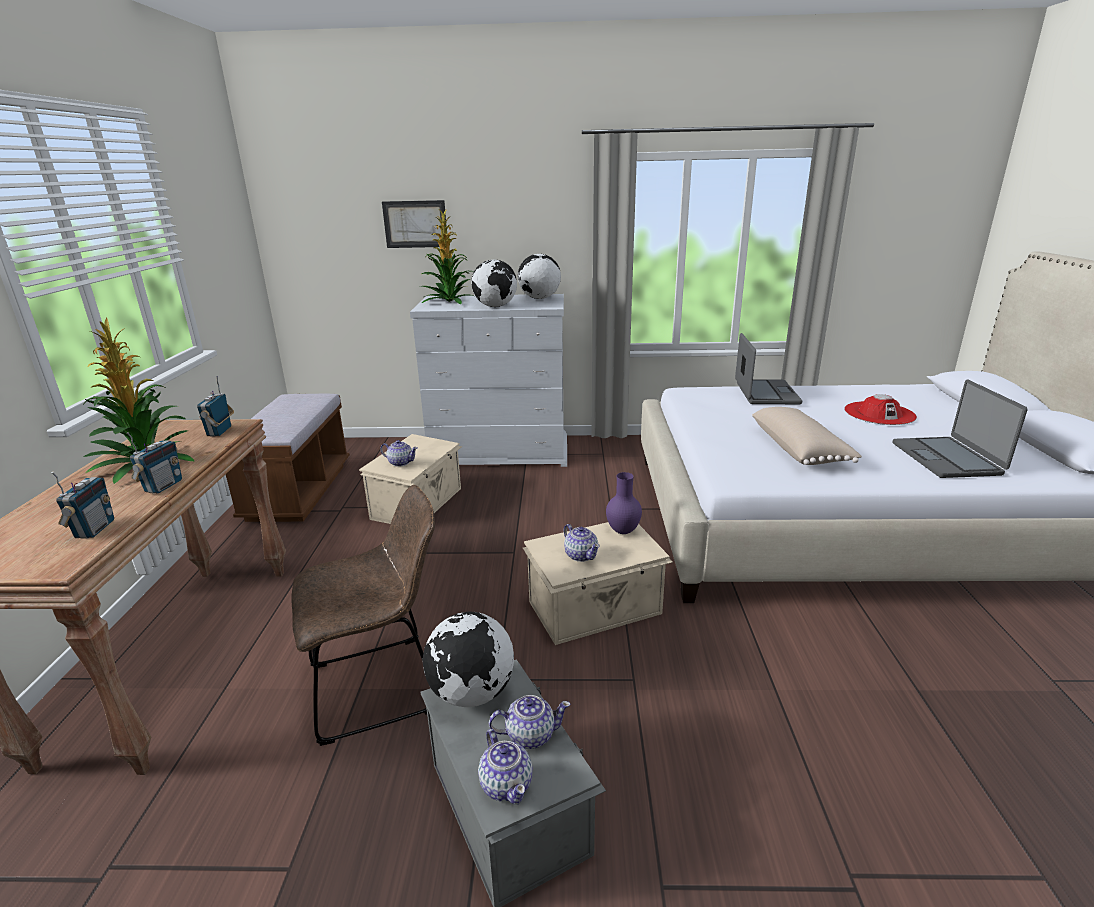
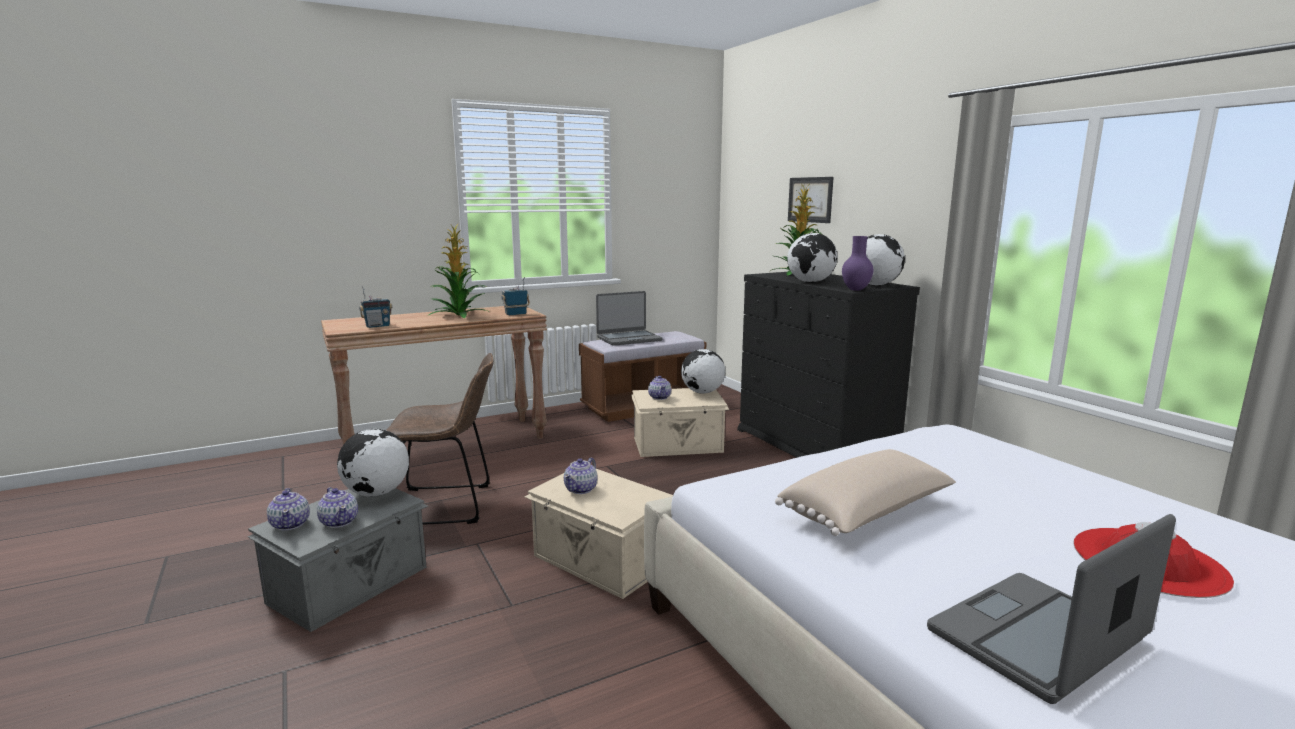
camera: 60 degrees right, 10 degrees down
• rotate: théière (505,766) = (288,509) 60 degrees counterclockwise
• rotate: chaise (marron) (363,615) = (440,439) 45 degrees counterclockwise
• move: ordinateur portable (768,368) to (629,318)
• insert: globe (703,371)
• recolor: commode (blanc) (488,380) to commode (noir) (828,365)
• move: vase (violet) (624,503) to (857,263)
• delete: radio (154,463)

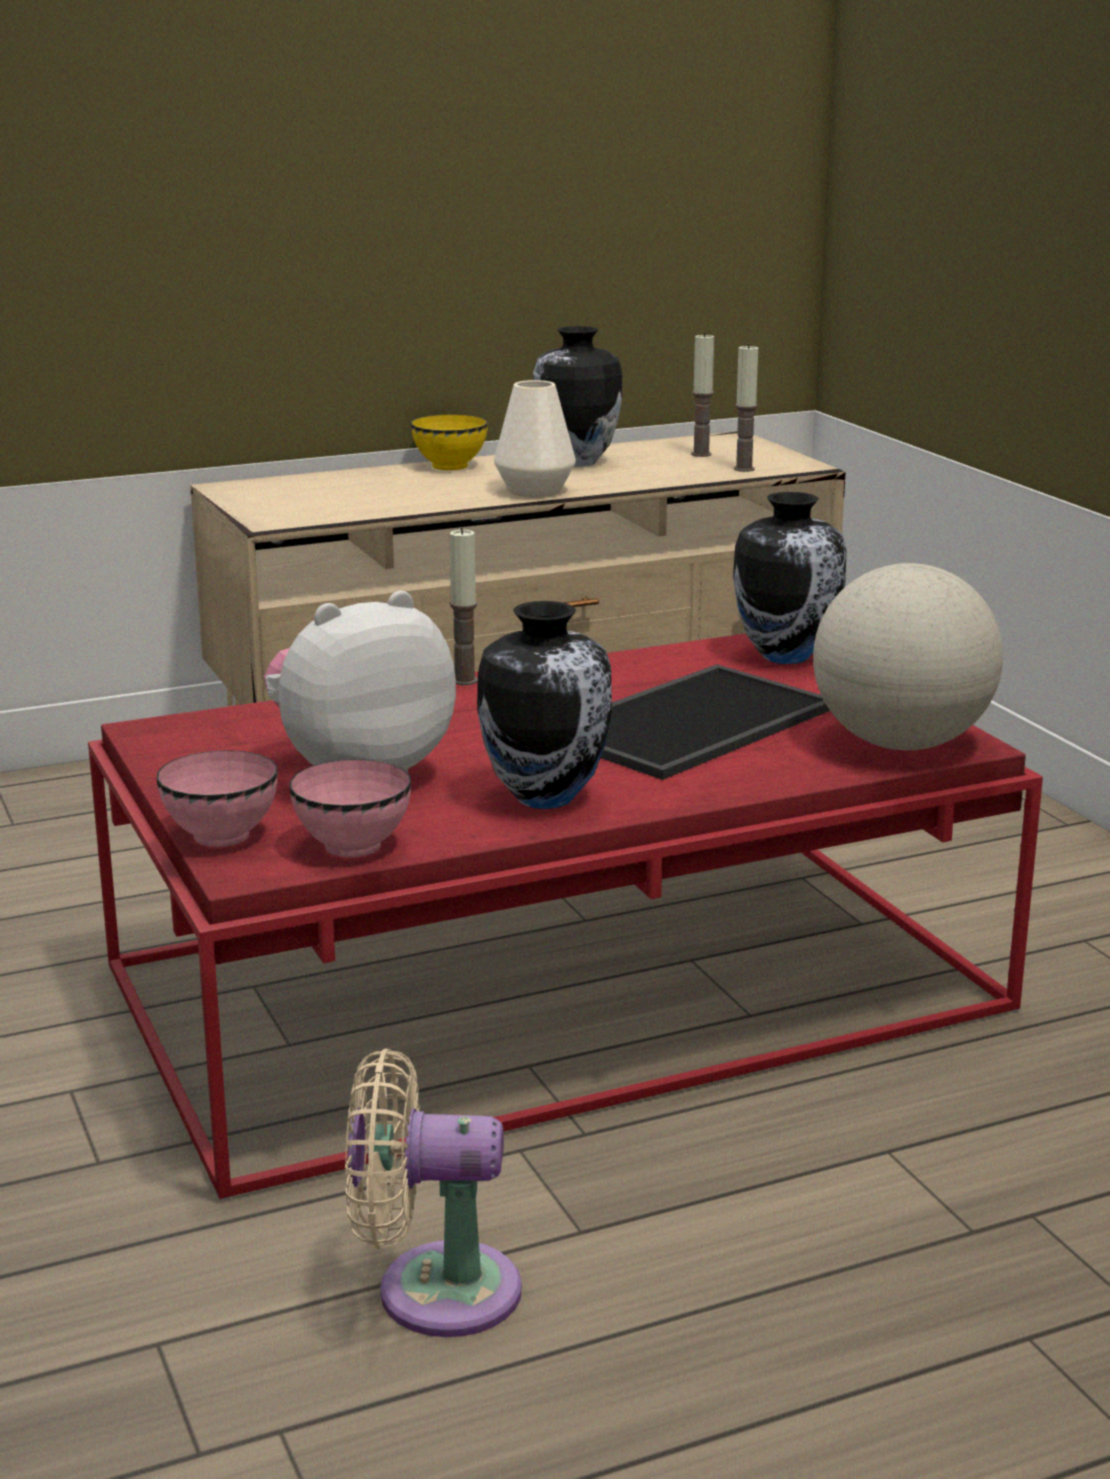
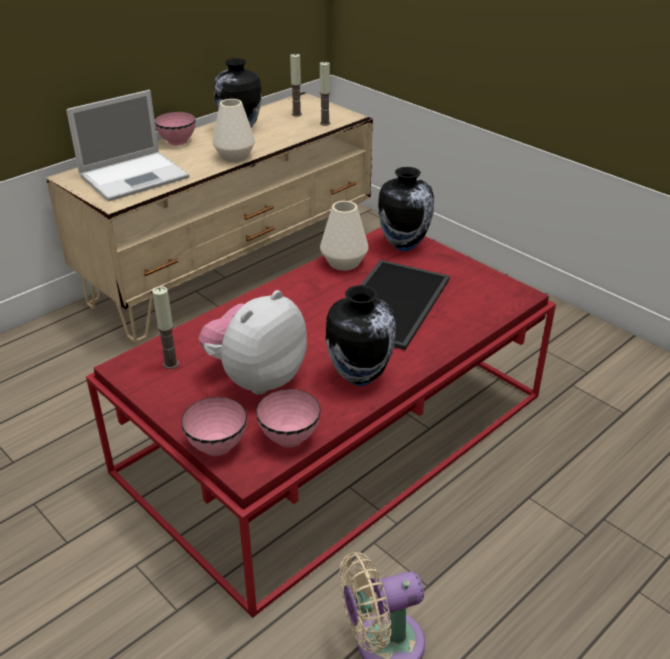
camera: 20 degrees left, 15 degrees up
• insert: ordinateur portable (127,146)
• move: bougie (463,606) to (165,327)
• recolor: bol (jaune) (449,442) to bol (rose) (175,128)
• insert: vase (blanc) (344,236)
• delete: globe (908,656)

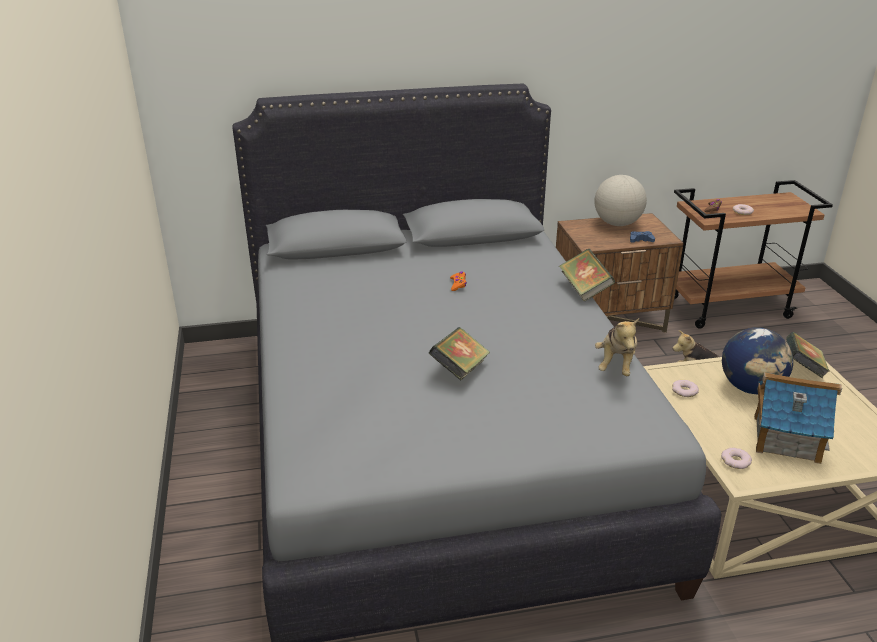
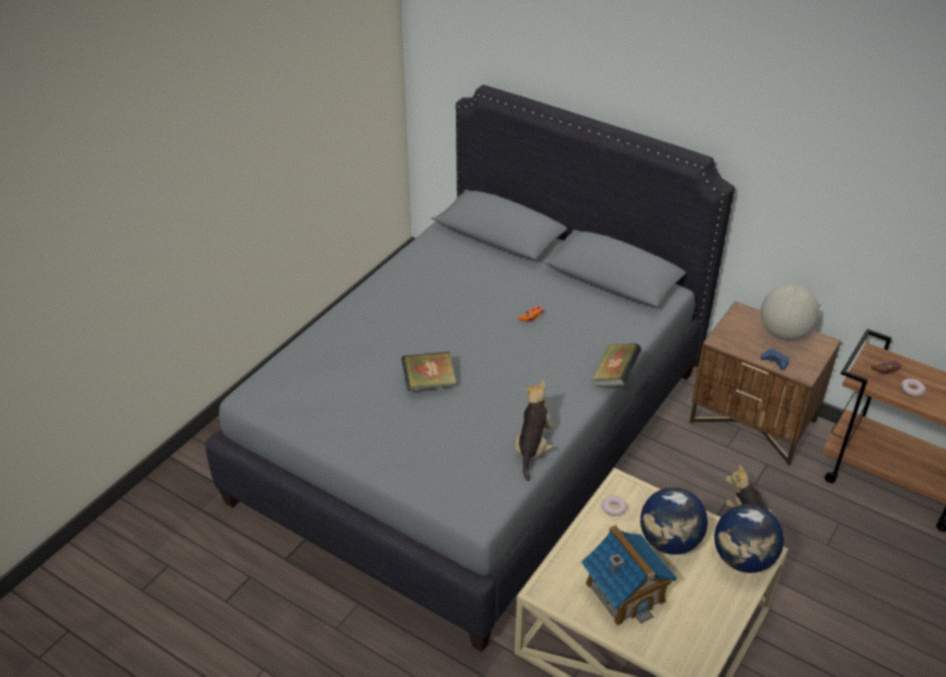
camera: 45 degrees right, 10 degrees up
• rotate: peluche (617,346) = (534,430) 135 degrees clockwise
• replace: livre (808,355) to globe (749,538)
• delete: beignet (736,458)

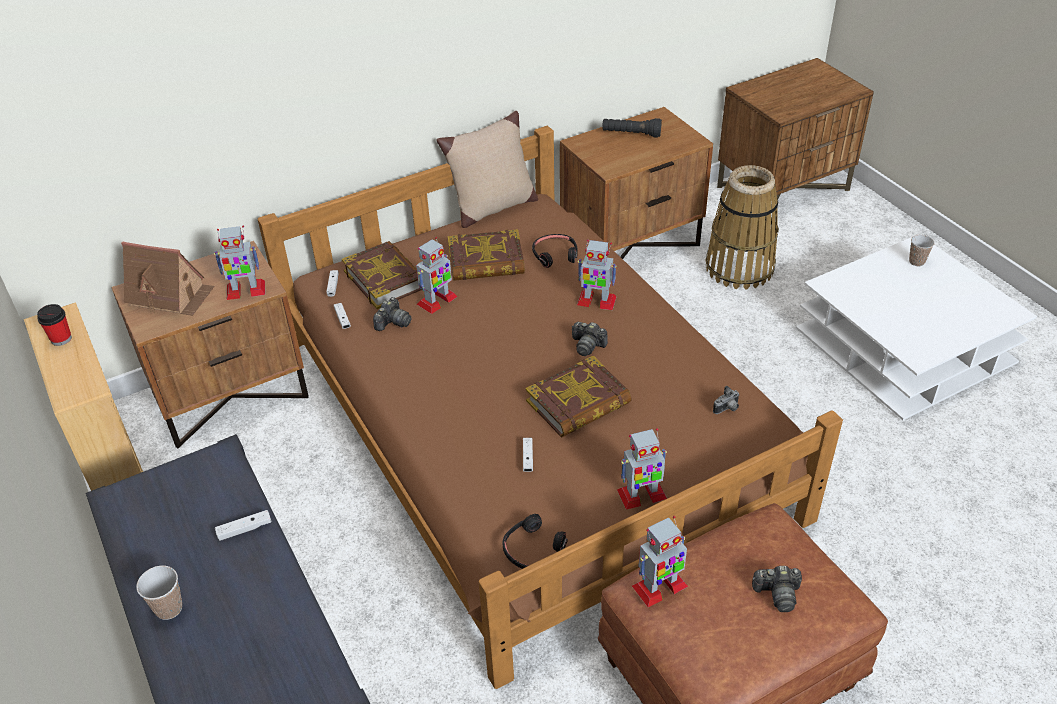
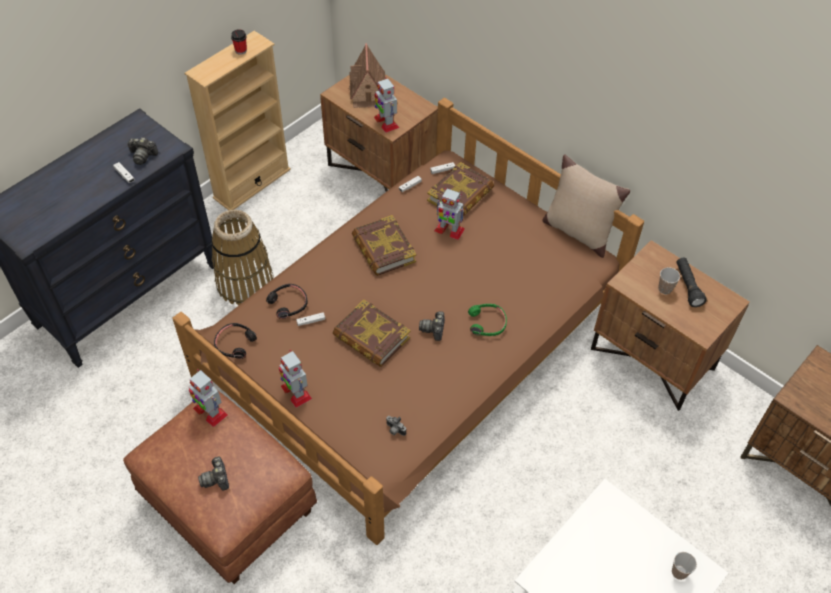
camera: 70 degrees right, 10 degrees up
• move: appareil photo (392,314) to (143,151)
• move: panier (742,227) to (242,258)
• move: casque audio (noir) (555,251) to (286,301)
• move: livre (486,255) to (384,245)
• replace: robot jouet (597,274) to casque audio (vert) (487,320)
• move: tasse (159,593) to (669,280)

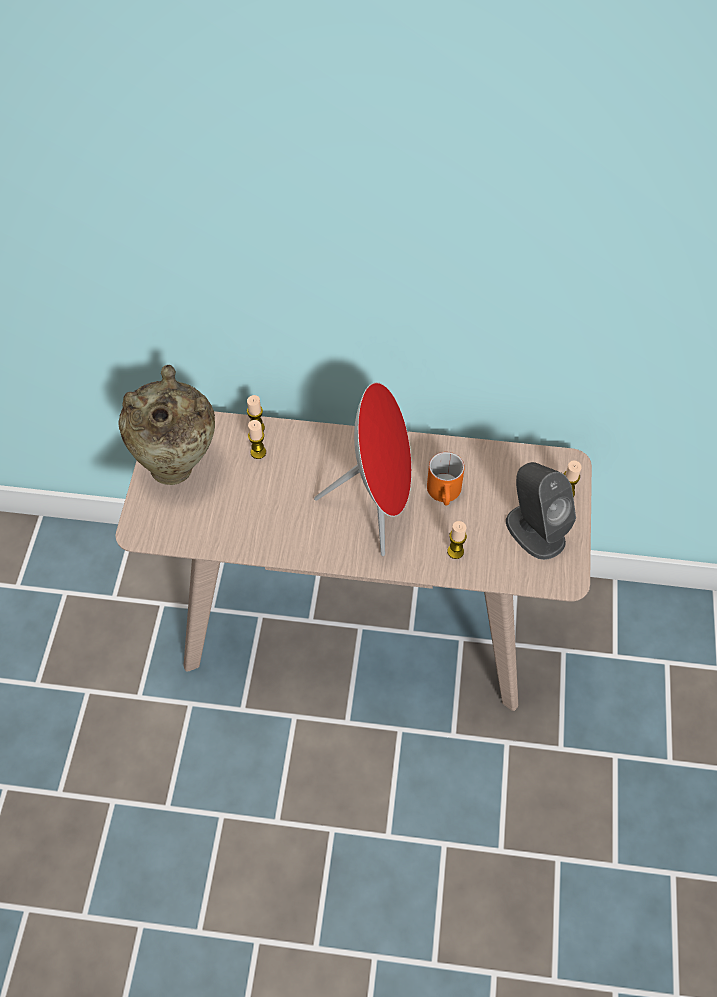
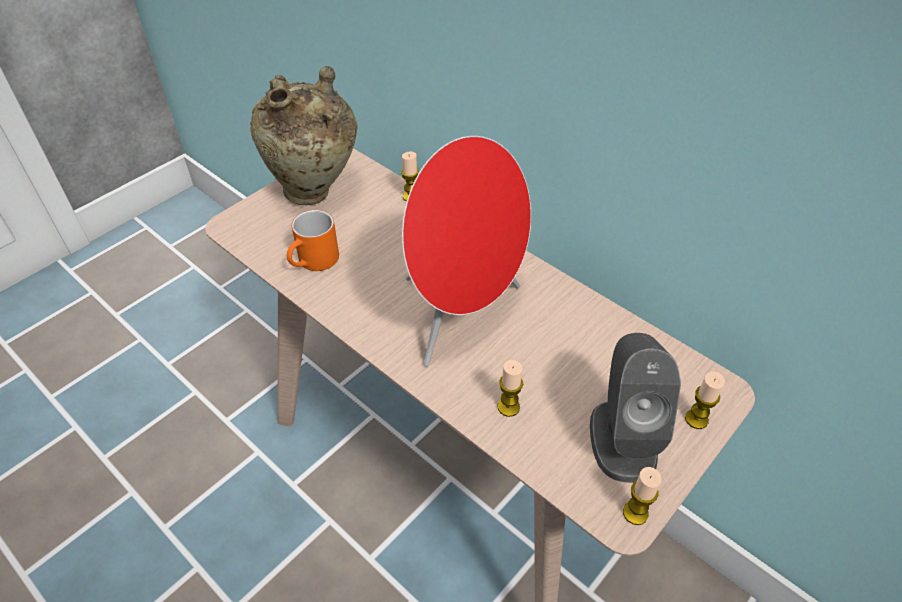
camera: 35 degrees right, 10 degrees down
• move: mug (orange) (446,478) to (313,240)
• move: bougie (257,439) to (642,496)

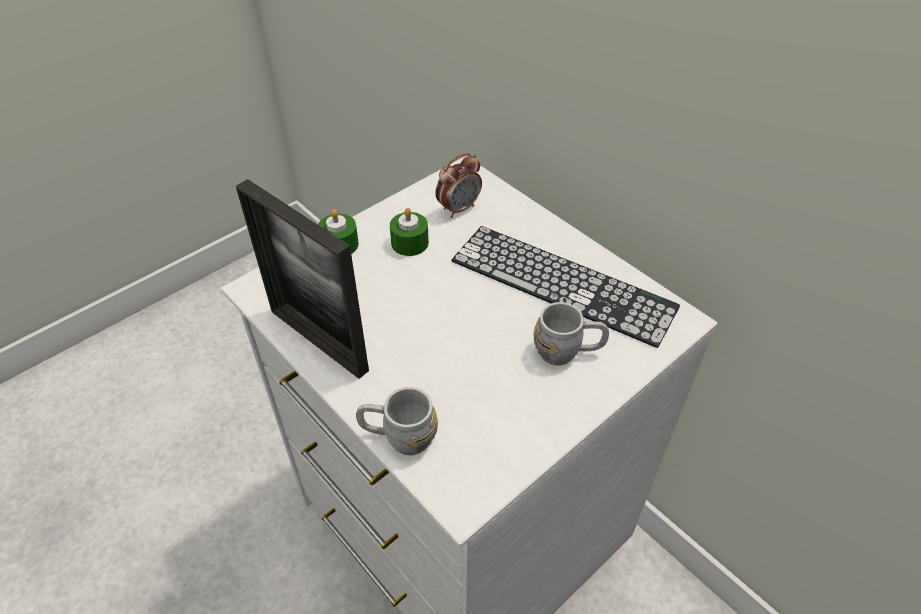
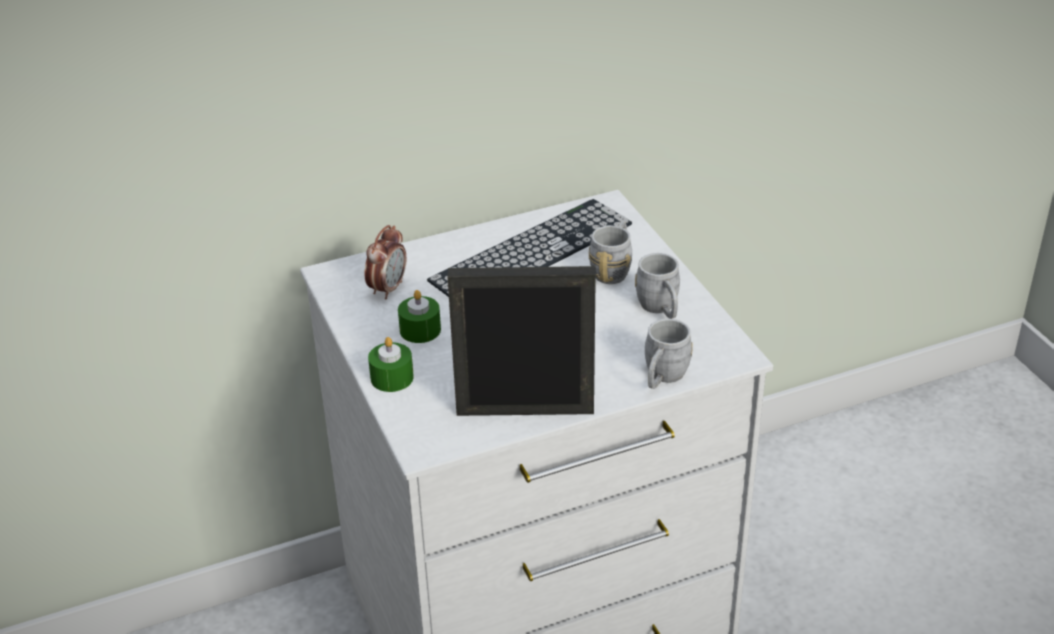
camera: 70 degrees left, 10 degrees down
• rotate: réveil (458,185) = (386,262) 45 degrees clockwise
• rotate: cadre photo (302,279) = (521,341) 150 degrees counterclockwise
• insert: mug (gris) (657,286)

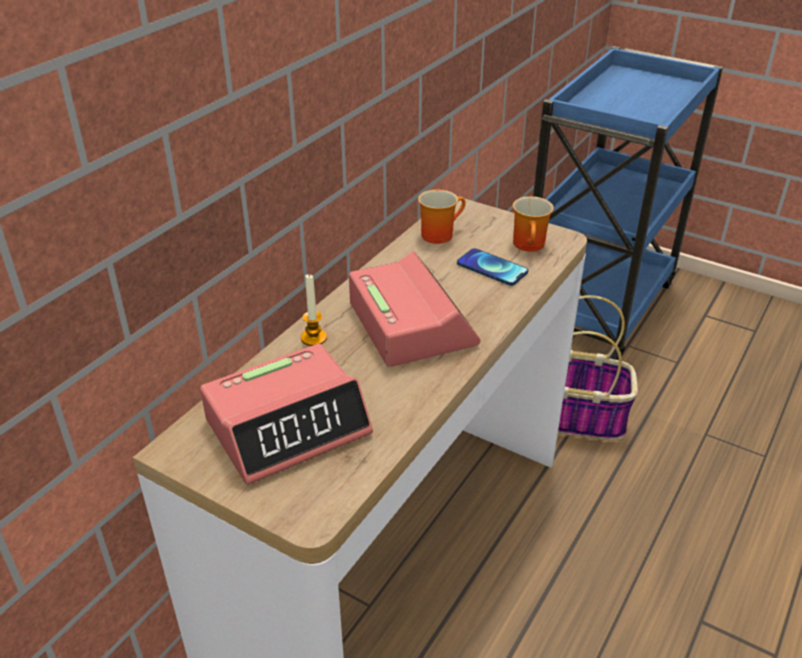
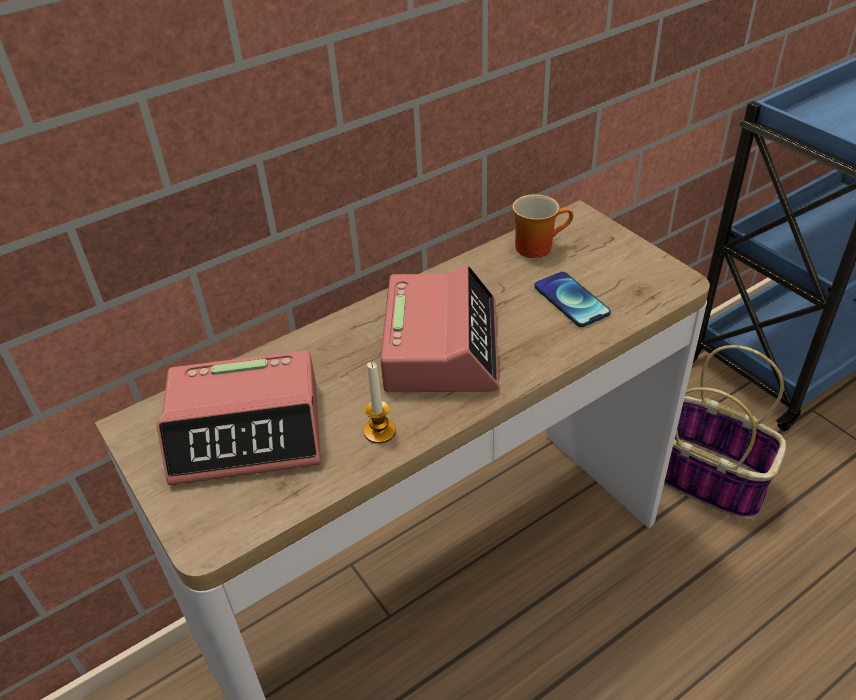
camera: 25 degrees right, 5 degrees up
• move: bougie (314,310) to (380,403)
• delete: mug (533,224)

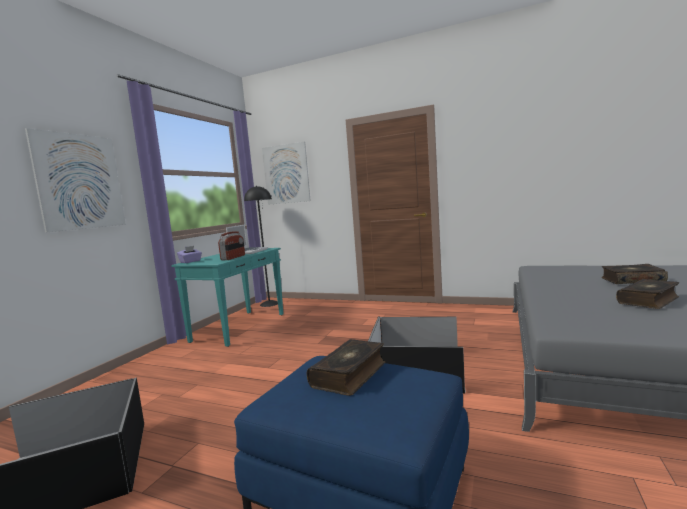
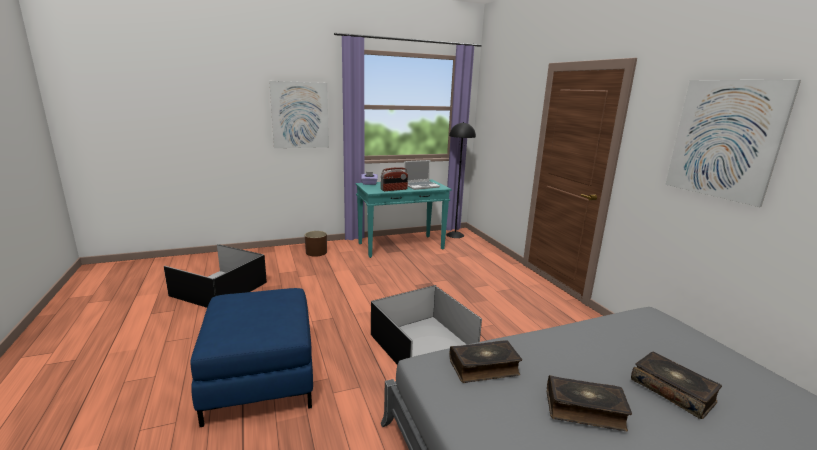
camera: 45 degrees right, 10 degrees up
• insert: cache-pot (marron) (316,244)
• move: livre (346,367) to (485,361)
• move: tableau (286,173) to (733,143)

